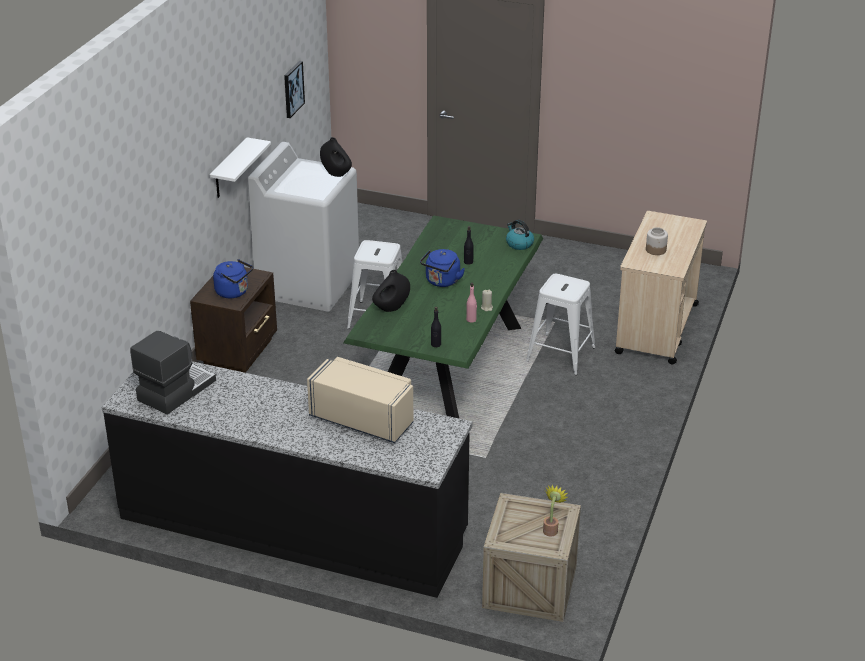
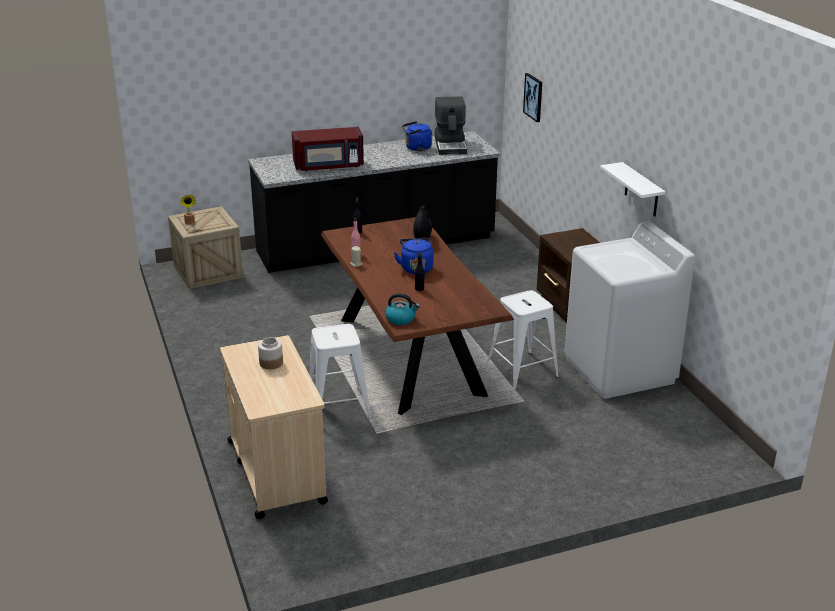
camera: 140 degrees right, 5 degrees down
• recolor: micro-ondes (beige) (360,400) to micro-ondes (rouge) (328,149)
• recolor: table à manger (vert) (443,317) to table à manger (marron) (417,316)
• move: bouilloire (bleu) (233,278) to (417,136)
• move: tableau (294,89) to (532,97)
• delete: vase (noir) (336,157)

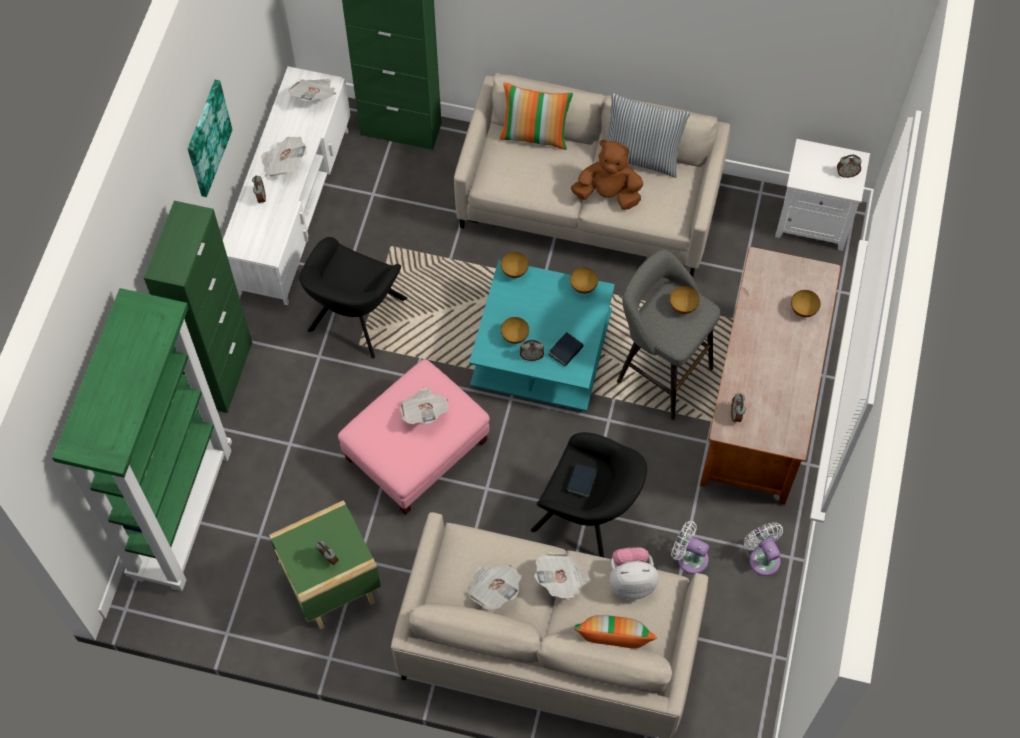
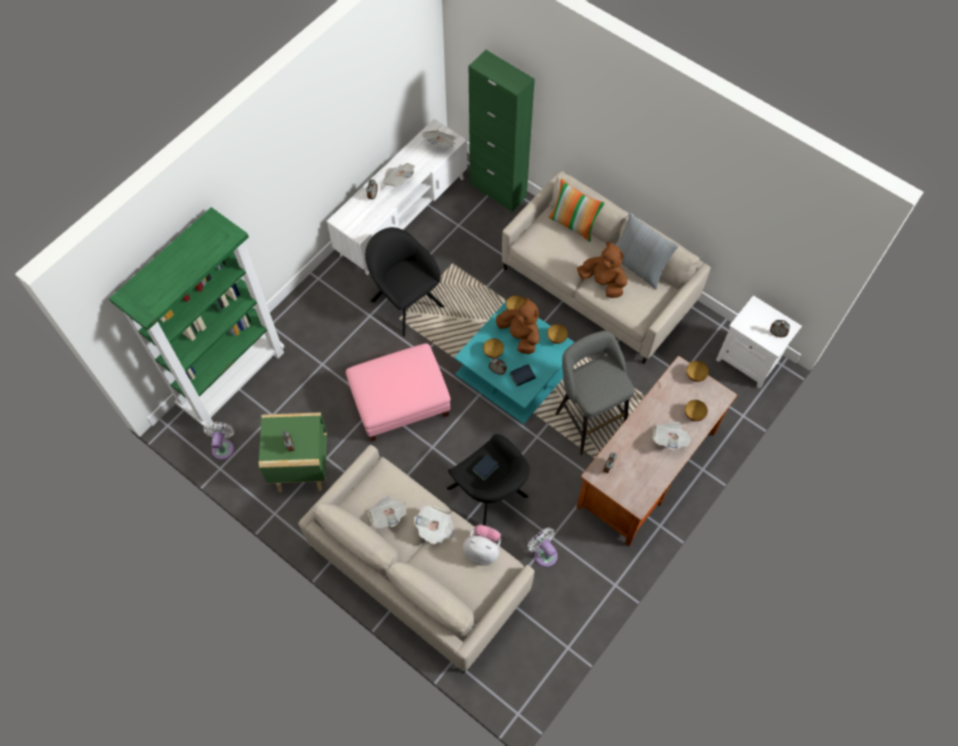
camera: 25 degrees right, 0 degrees up
• move: ventilateur (blanc) (763,549) to (218,441)
• rotate: fauteuil (noir) (353,298) = (405,282) 90 degrees clockwise
• insert: peluche (marron) (517,325)
• move: journal (424,405) to (672,435)
• move: bol (684,300) to (697,371)
• delete: meuble de rangement (vert) (198,307)
• delete: tableau (209,138)
• delete: coussin (615,632)

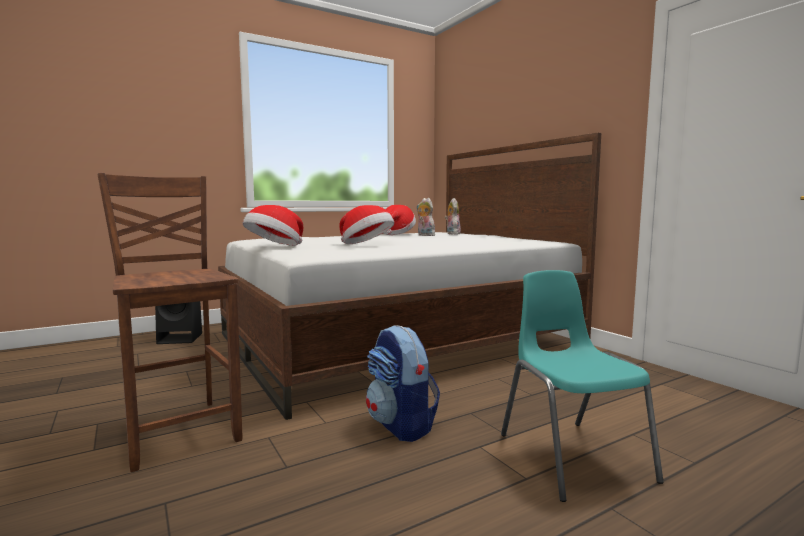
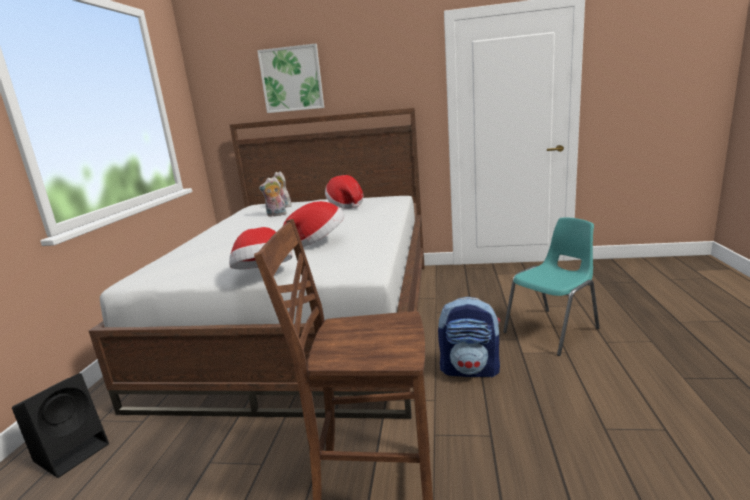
camera: 50 degrees left, 10 degrees up
• insert: tableau (290,78)
• move: chapeau (399,220) to (344,192)
• rotate: chaise (turquoise) (582,386) = (551,286) 120 degrees clockwise

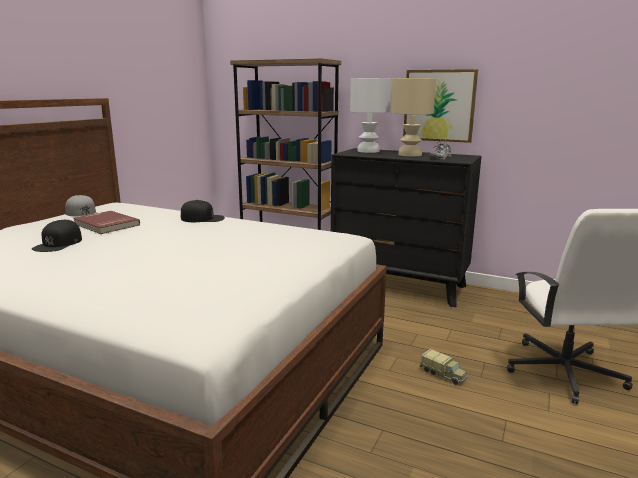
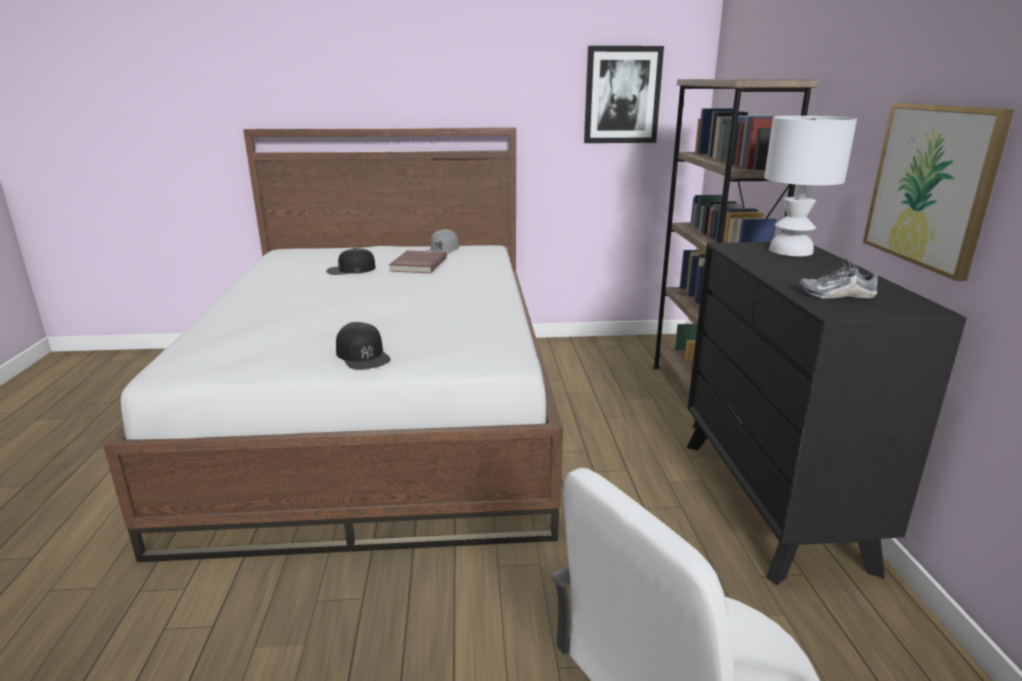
camera: 60 degrees right, 5 degrees up
• move: casquette (noir) (203,211) to (363,345)
• insert: tableau (624,94)
• delete: lampe de table (beige) (413,117)
• delete: camion jouet (444,367)

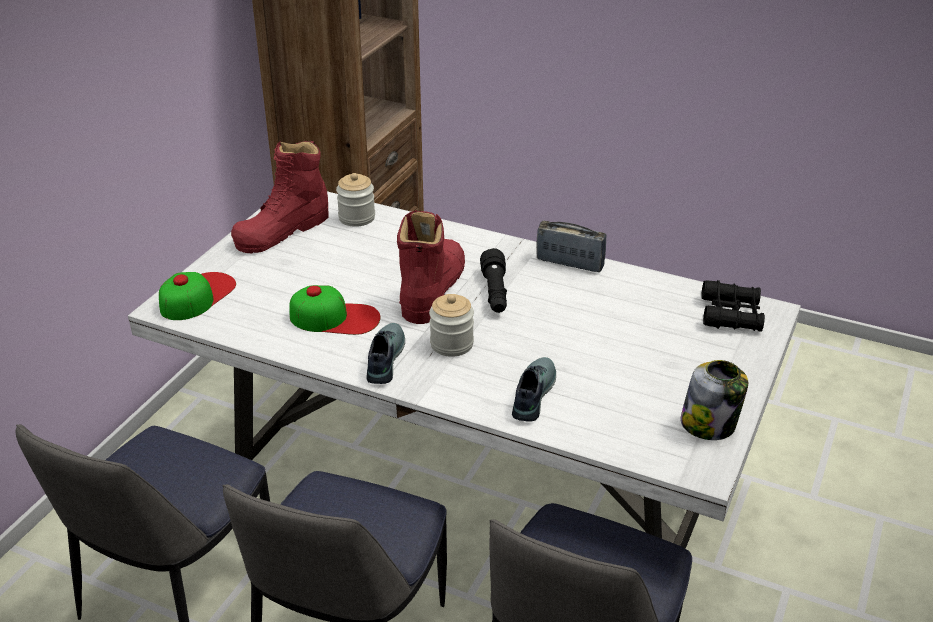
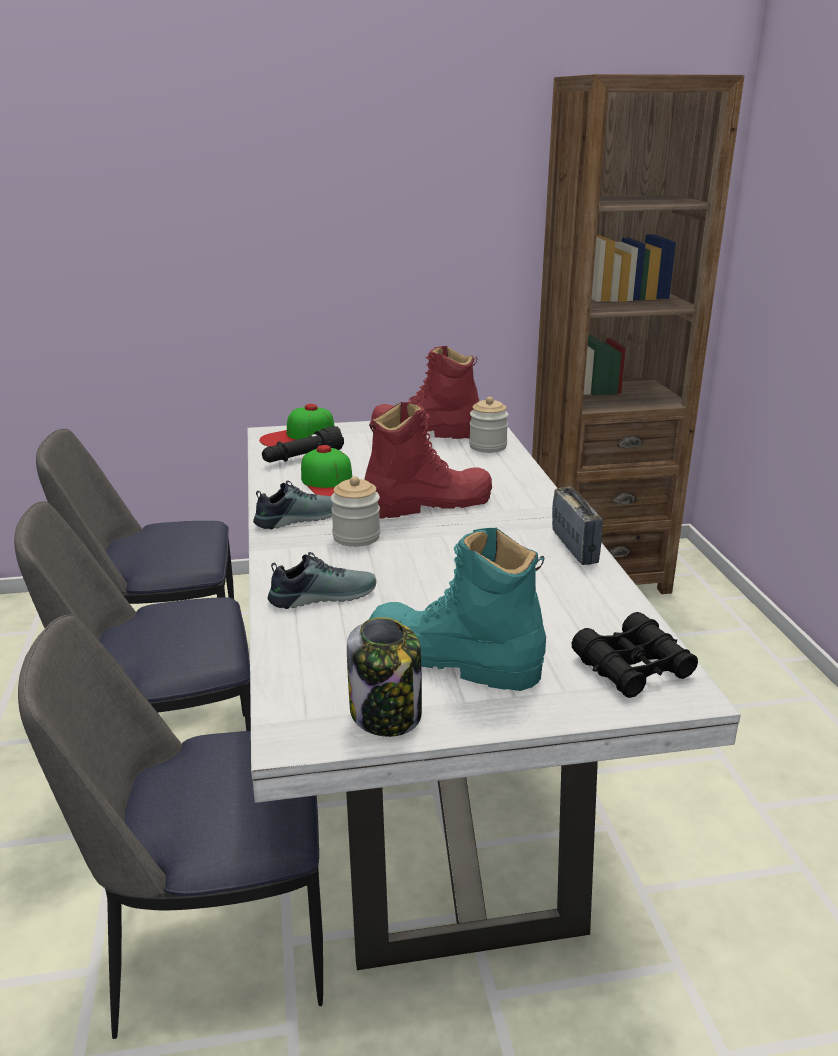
camera: 55 degrees right, 10 degrees down
• rotate: casquette (197,296) = (296,425) 150 degrees clockwise
• move: lampe de poche (noir) (493,280) to (303,444)
• insert: botte (turquoise) (457,609)

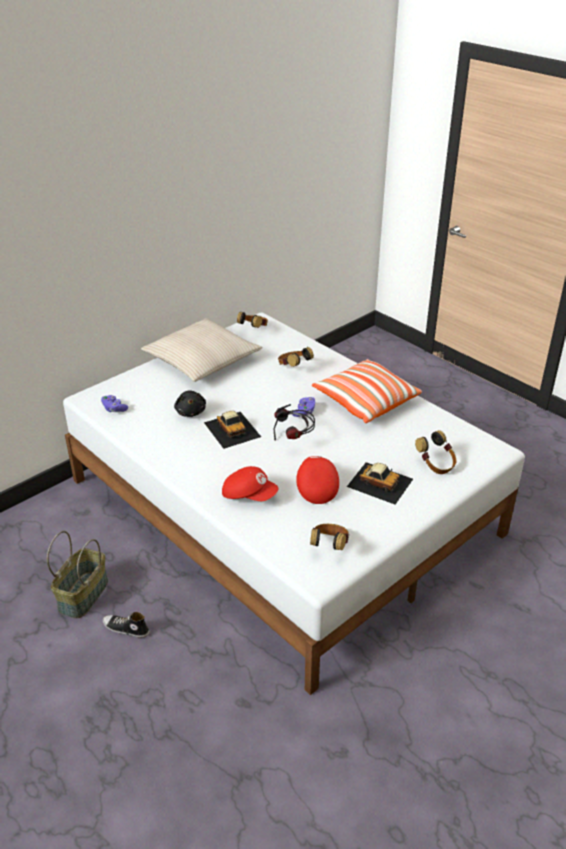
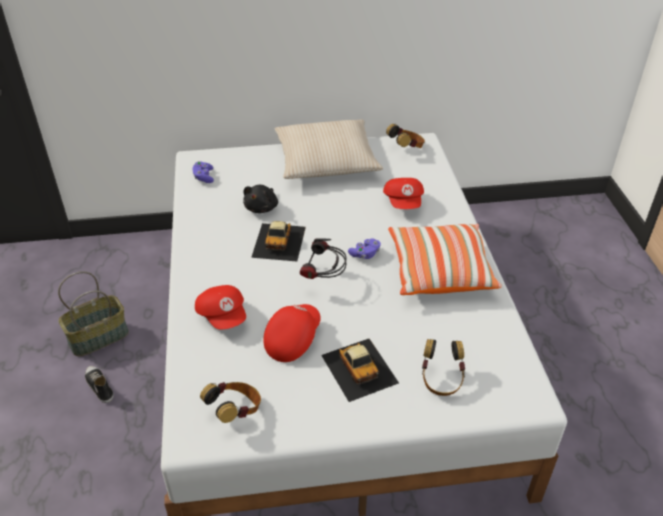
camera: 35 degrees right, 5 degrees up
• replace: casque audio (296,357) to casquette (rouge) (403,193)

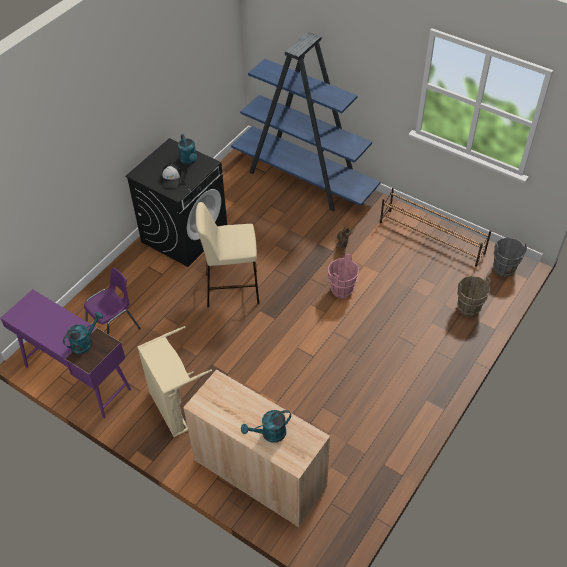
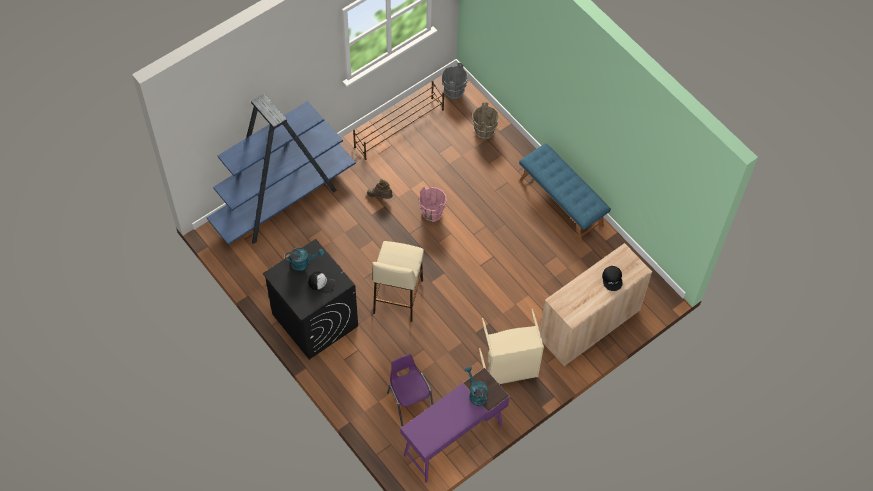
camera: 75 degrees left, 10 degrees up
• insert: banc (bleu) (565,193)
• replace: arrosoir (turquoise) (266,426) to casquette (noir) (612,278)

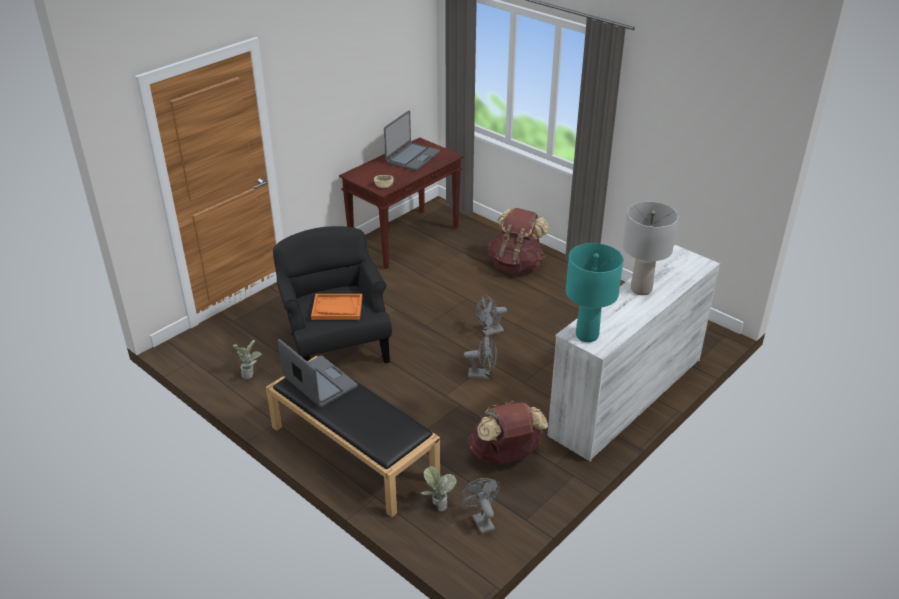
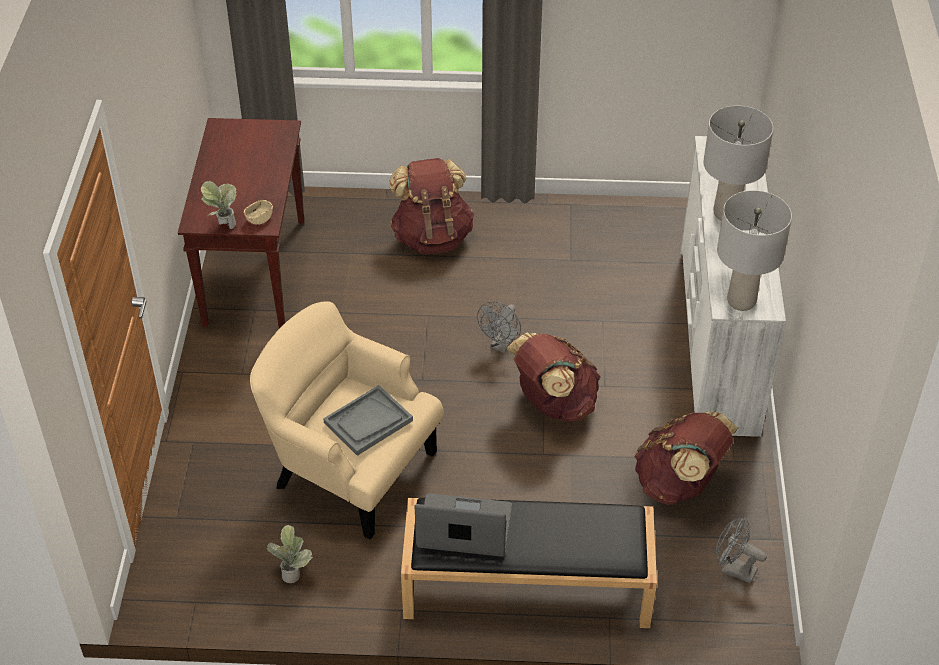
camera: 40 degrees left, 10 degrees up
• move: plante en pot (438,488) to (219,205)
• recolor: fauteuil (noir) (332,294) to fauteuil (beige) (346,420)
• recolor: plateau (orange) (337,307) to plateau (gris) (368,420)
• replace: ventilateur (gris) (480,357) to sac à dos (marron) (553,377)
• recolor: lampe de table (turquoise) (594,292) to lampe de table (gris) (754,250)
• delete: ordinateur portable (412,140)

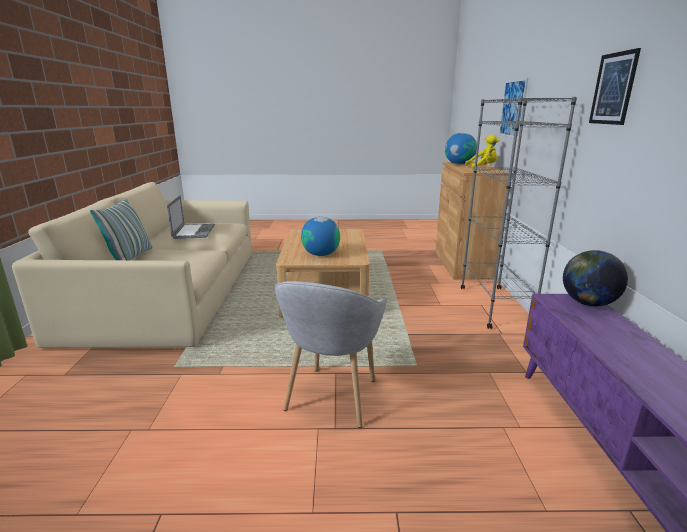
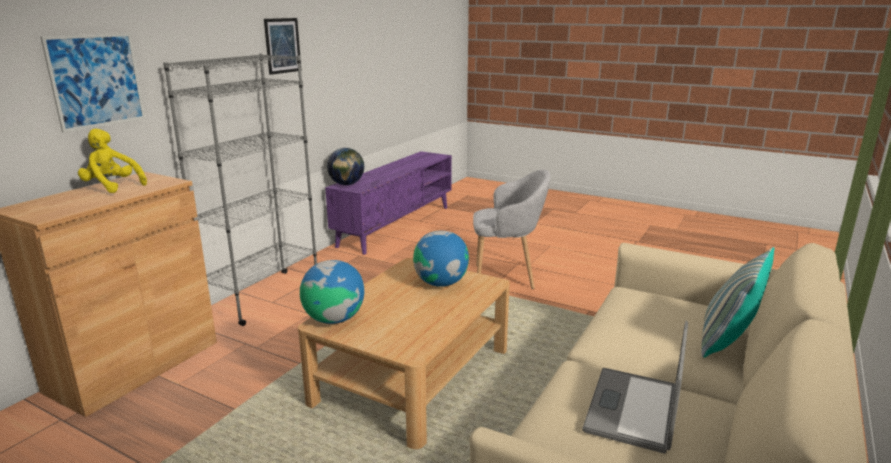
camera: 150 degrees left, 0 degrees up
• move: globe (461,149) to (332,292)
• rotate: fauteuil (gris) (330,354) = (511,229) 45 degrees clockwise

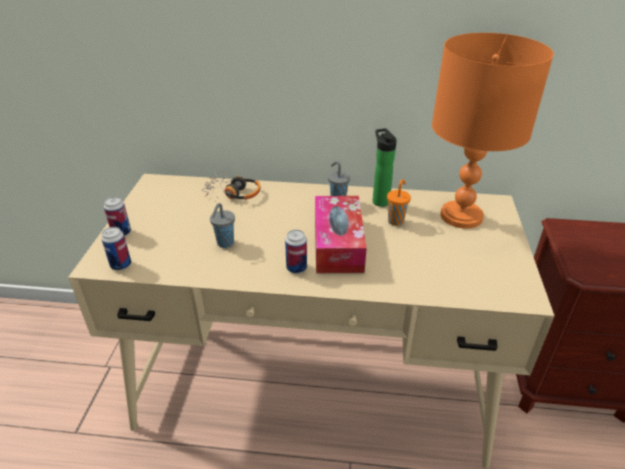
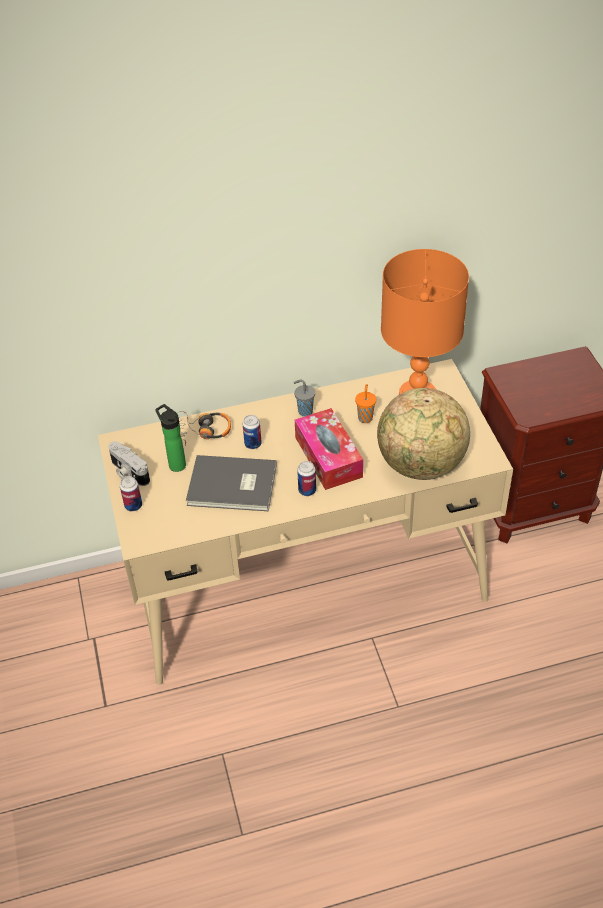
camera: 20 degrees left, 10 degrees up
• insert: appareil photo (129,463)
• move: bouteille (385,167) to (170,438)
• replace: tasse (gris) (222,225) to livre (gris) (231,483)
• move: boîte métallique (116,248) to (252,432)
• insert: globe (423,434)

